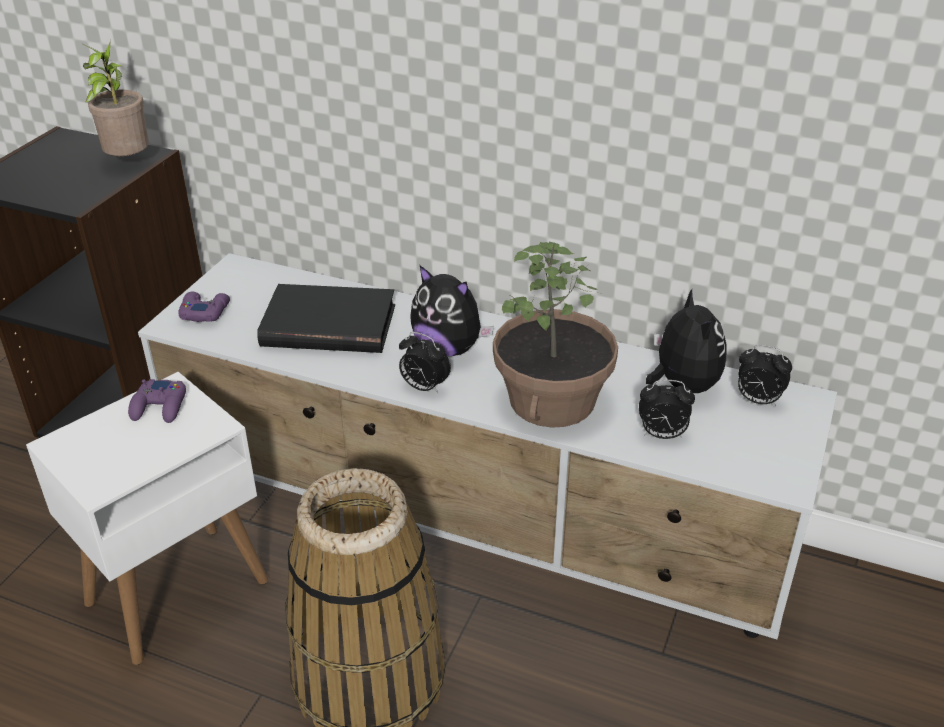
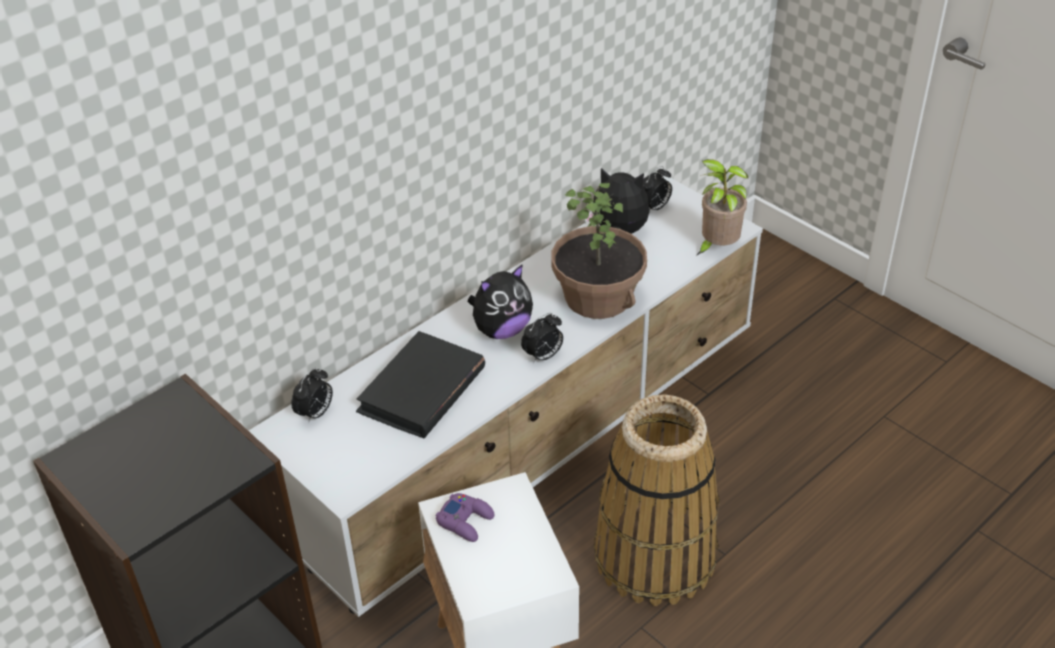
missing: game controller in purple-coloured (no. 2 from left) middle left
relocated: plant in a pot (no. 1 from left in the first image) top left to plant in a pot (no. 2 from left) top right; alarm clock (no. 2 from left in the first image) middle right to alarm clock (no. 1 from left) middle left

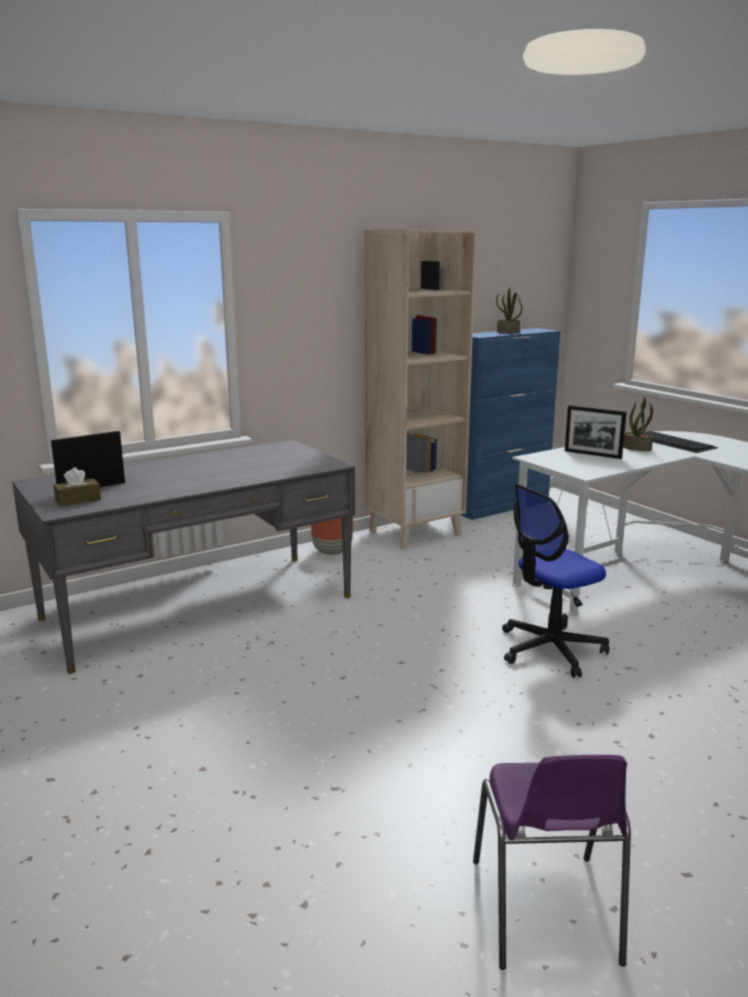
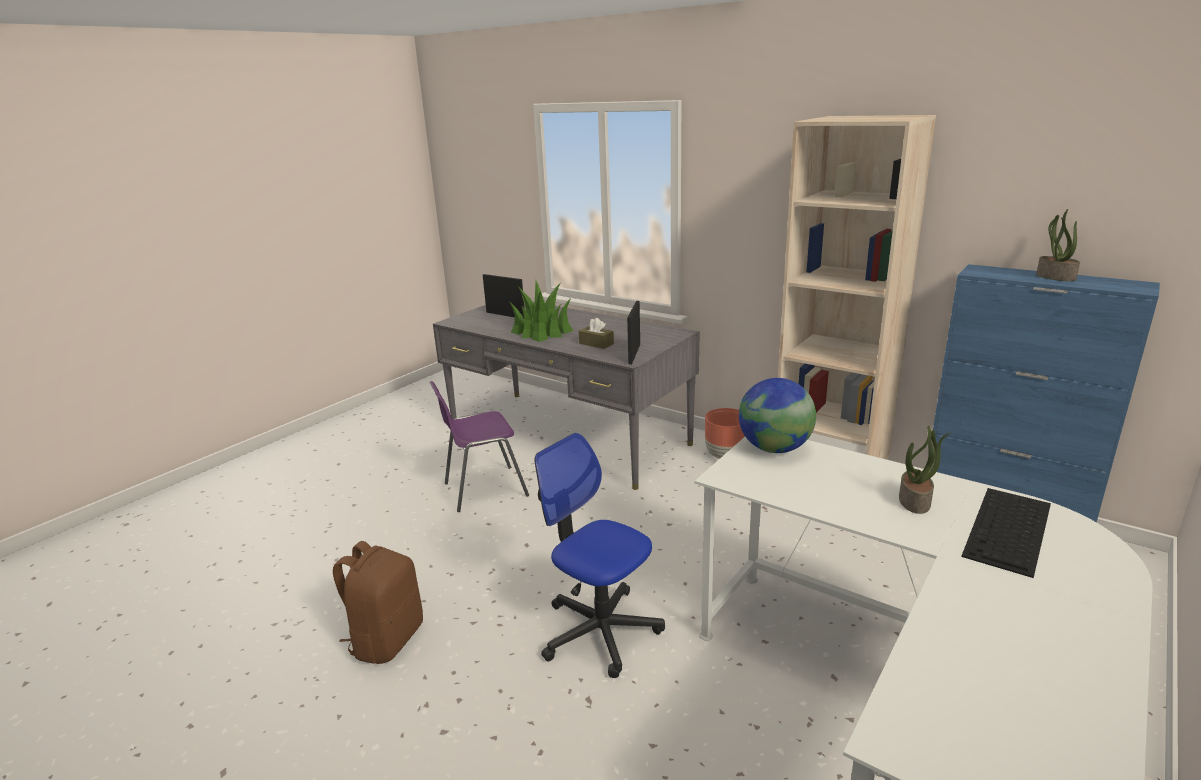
appeared: knapsack in brown bottom left; plant in a pot (no. 1 from left) centre; globe centre
relocated: tissue box in brown middle left to centre; chair in purple-coloured bottom right to centre; picture frame (no. 2 from left) middle right to centre

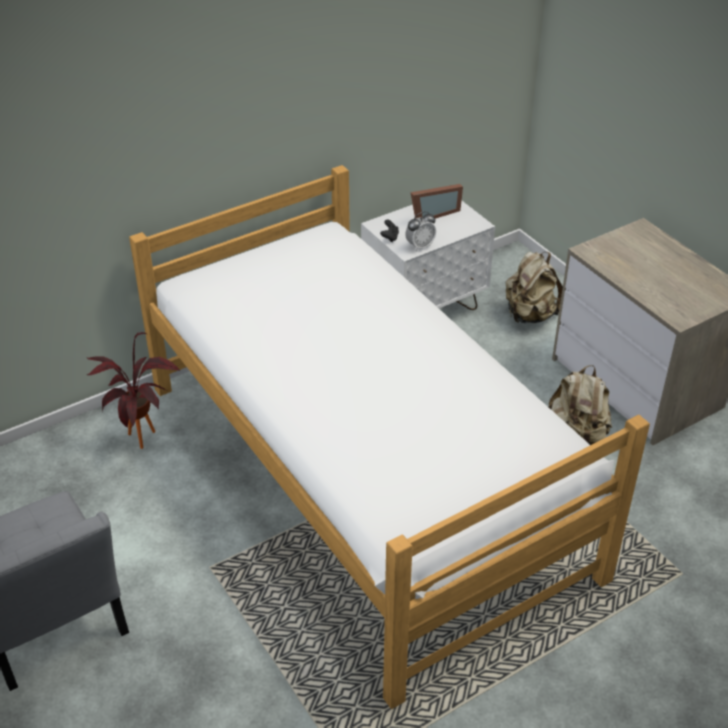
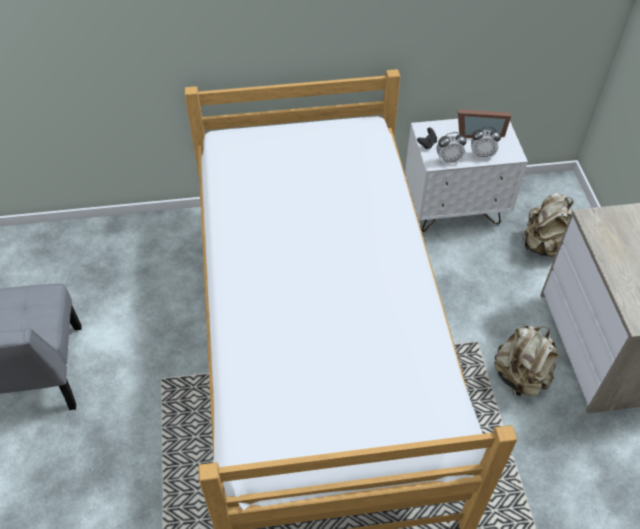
missing: plant in a pot middle left
appeared: alarm clock (no. 2 from left) top right

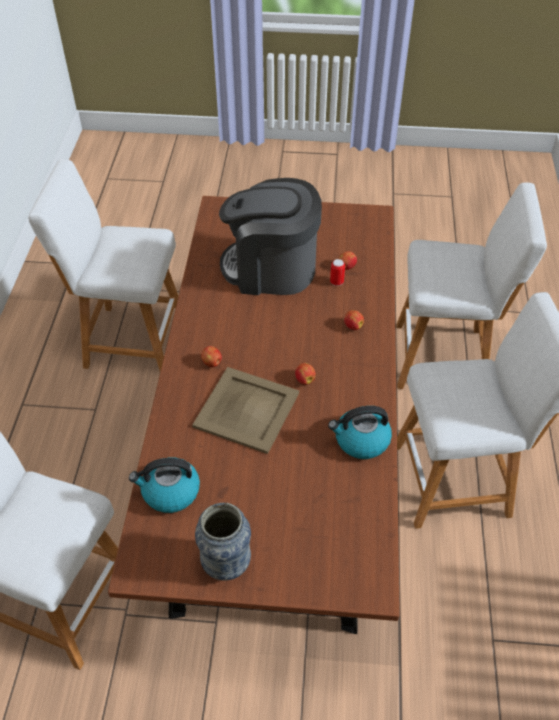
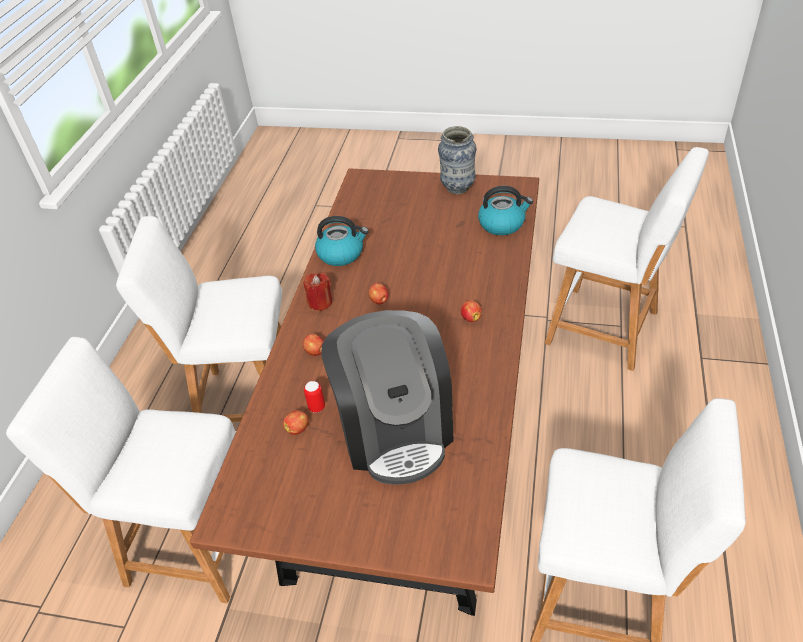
missing: tray in sand-coloured centre
appeared: candle in reddish centre
spun: coffee machine top centre = centre 60 degrees clockwise

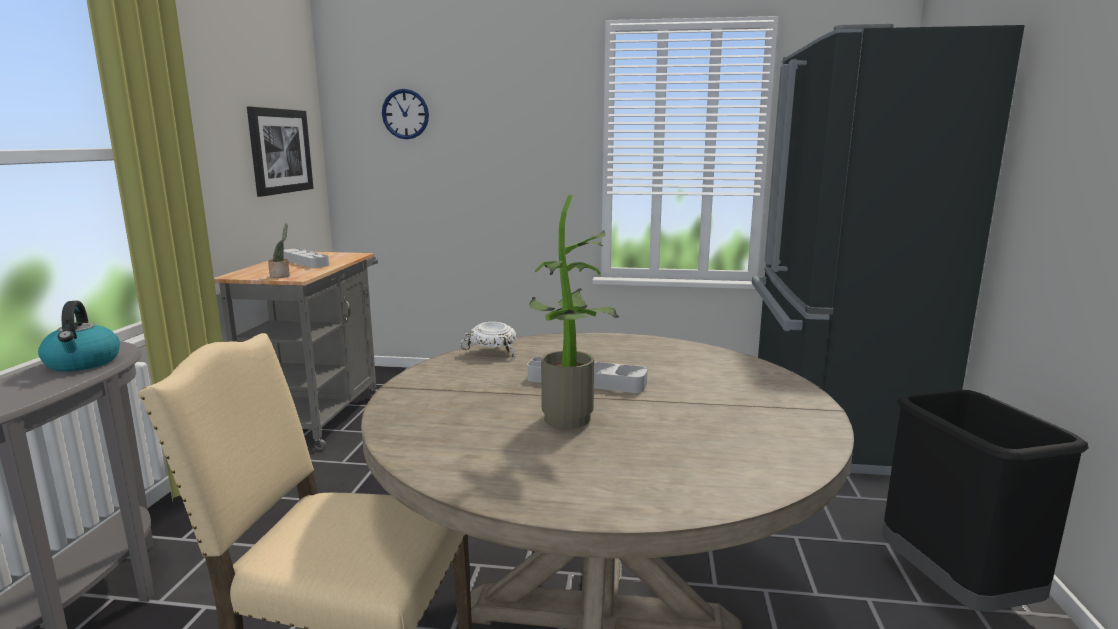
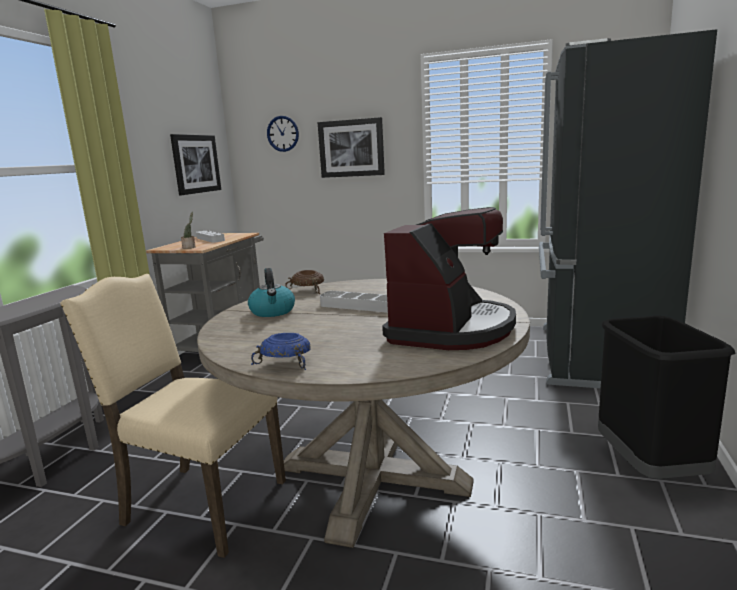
missing: plant in a pot (no. 2 from left) centre
appeared: serving bowl in bluish centre; wall picture (no. 2 from left) top centre; coffee machine centre
relocated: kettle middle left to centre
colour: serving bowl in white centre to serving bowl in brown centre

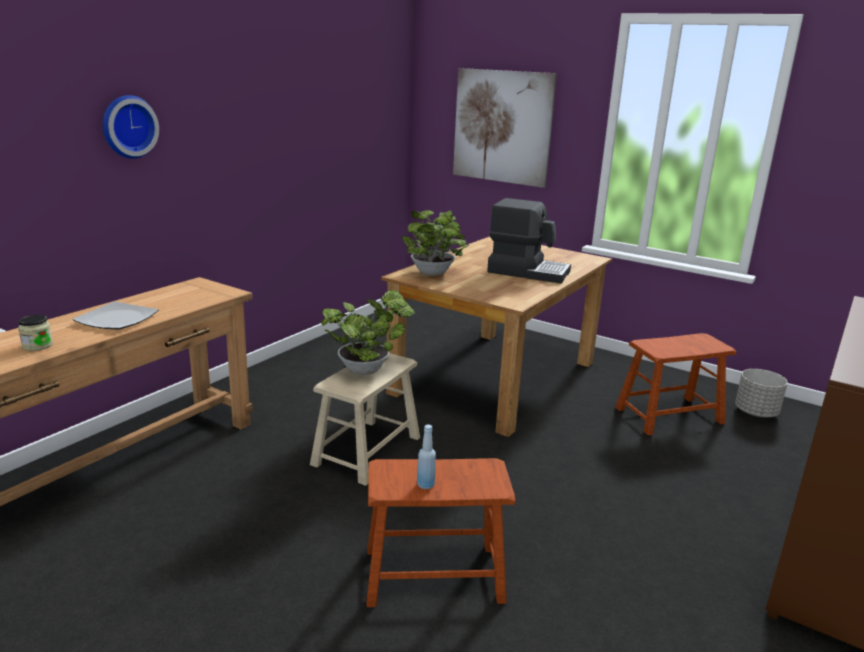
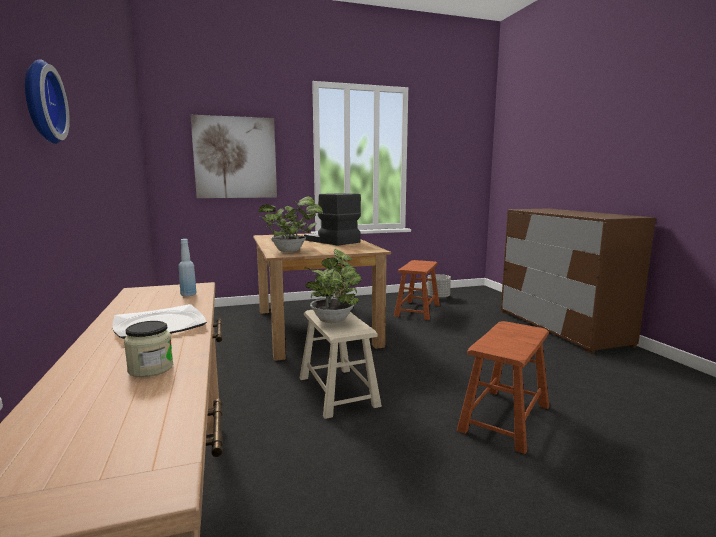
relocated: bottle in bluish bottom centre to middle left
spun: coffee machine centre = centre 105 degrees counterclockwise

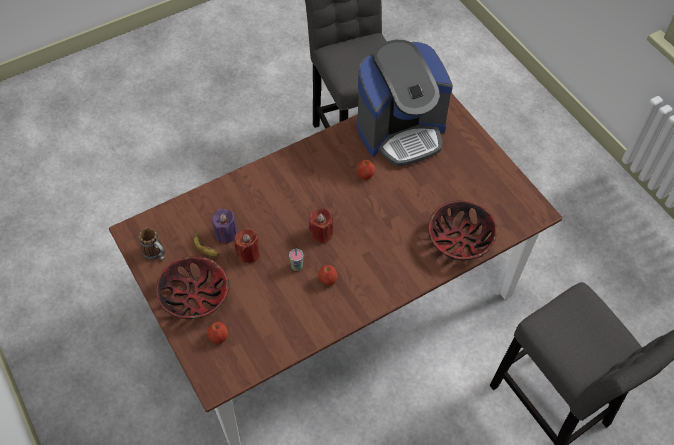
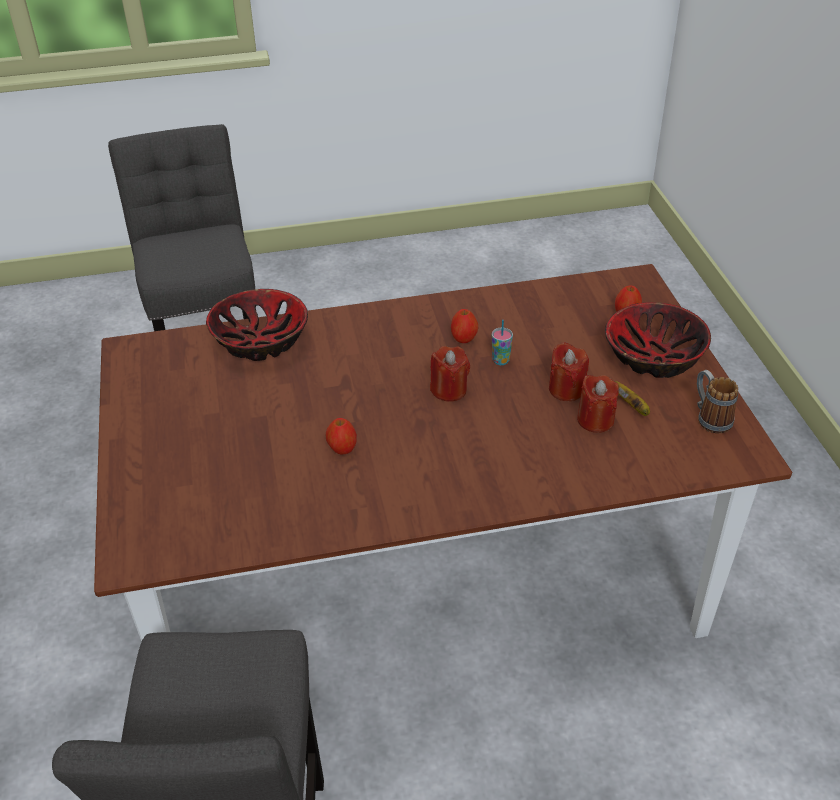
missing: coffee machine top centre
colour: candle in purple-coloured centre to candle in reddish (no. 3 from left) middle right

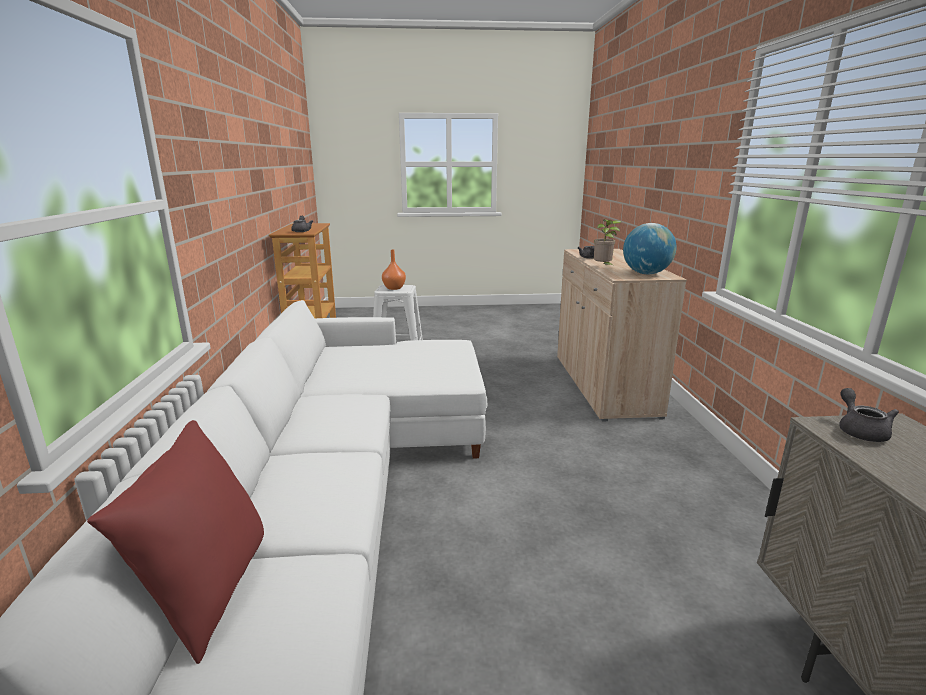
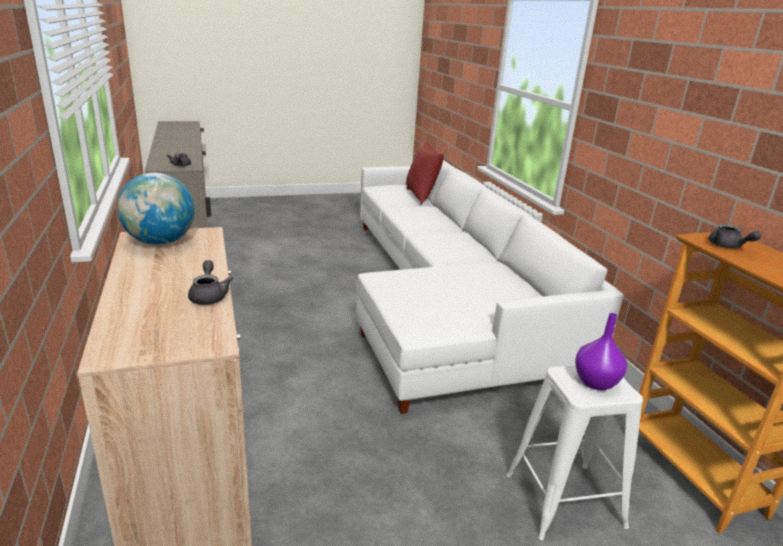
missing: plant in a pot centre
colour: vase in orange-coloured centre to vase in purple-coloured middle right

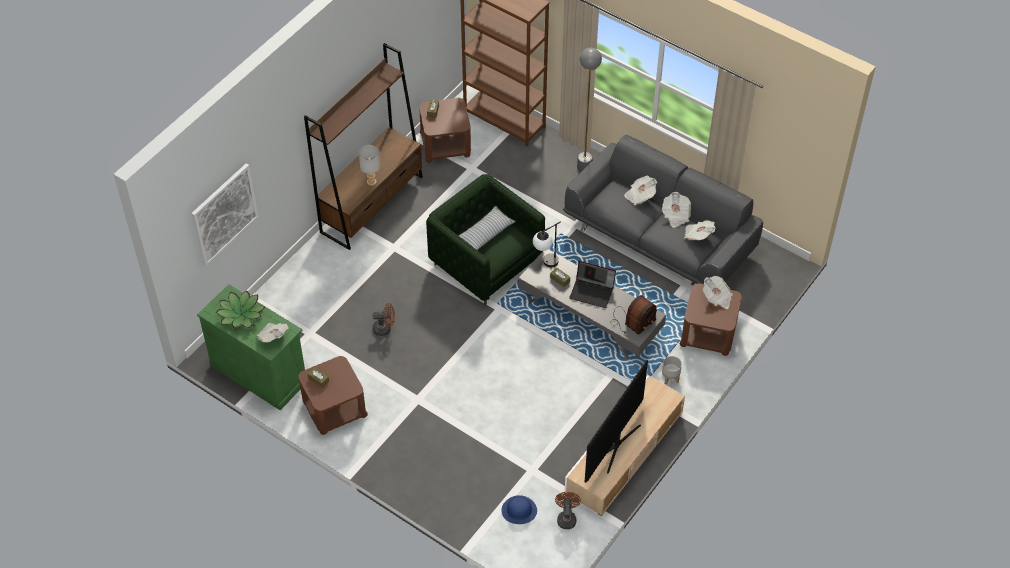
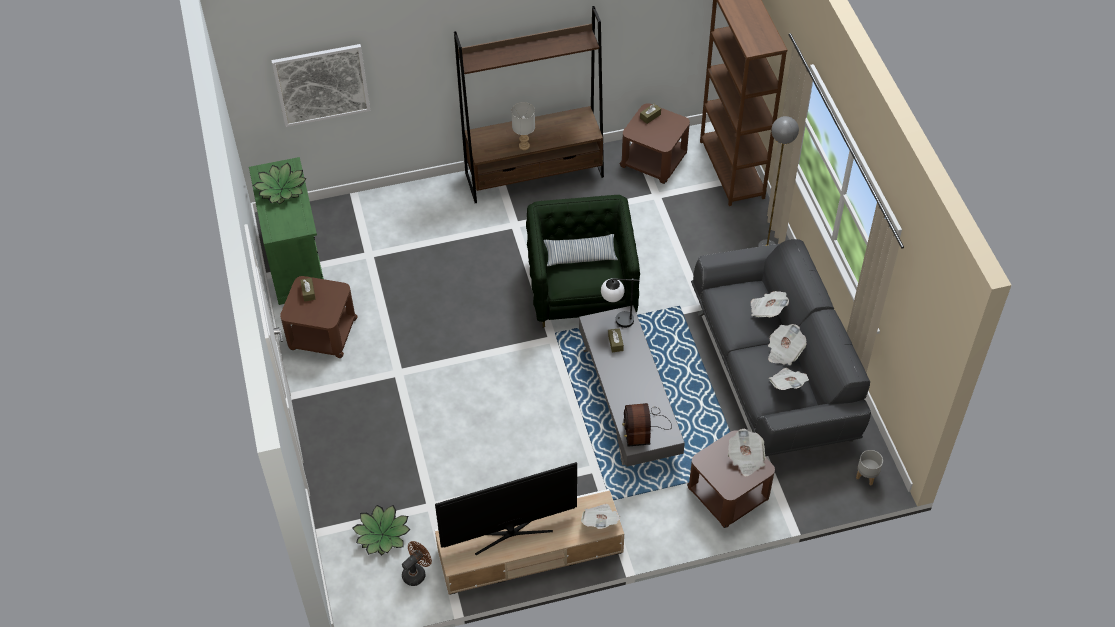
missing: fan in brown (no. 1 from left) centre; portable computer centre
relocated: printed paper (no. 1 from left) middle left to bottom centre; planter in gray centre to bottom right
exchanged: hat in bluish bottom centre to plant in a pot (no. 2 from left) bottom centre
spun: radio set centre = bottom centre 90 degrees clockwise

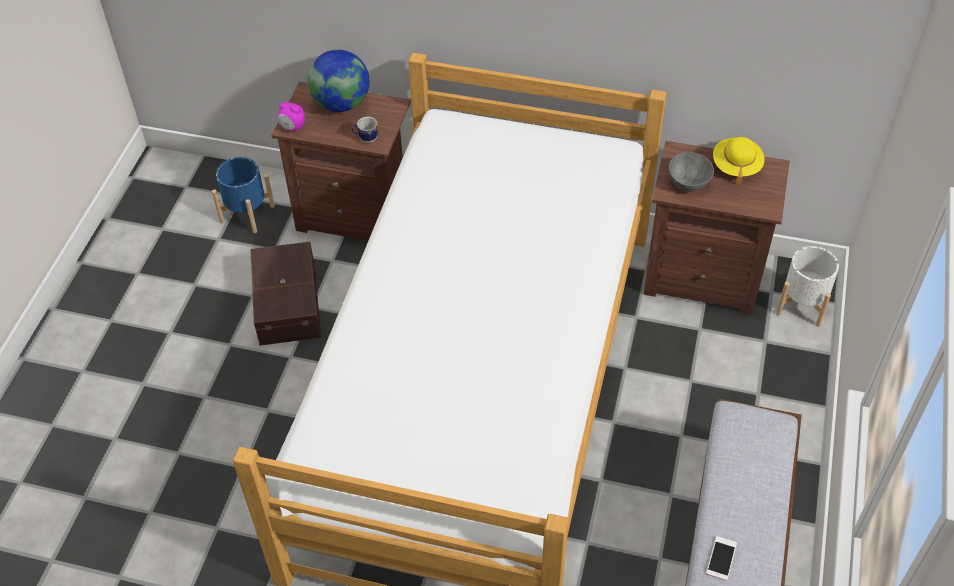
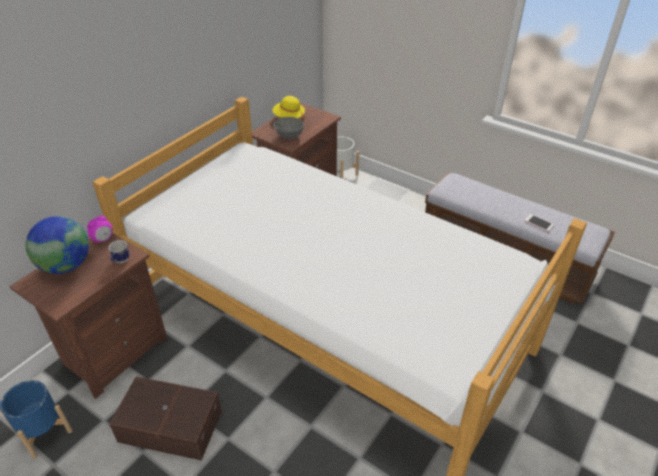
relocated: alarm clock top left to middle left

